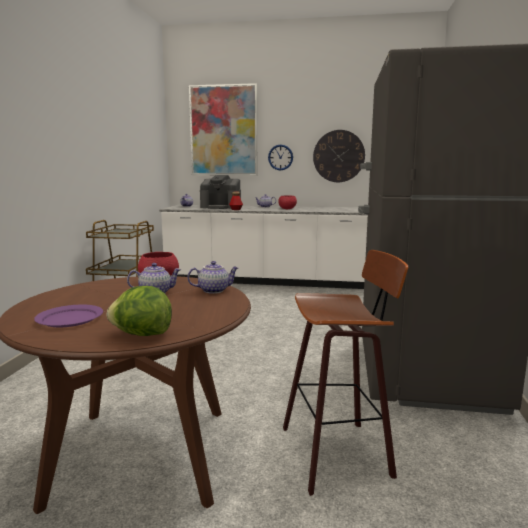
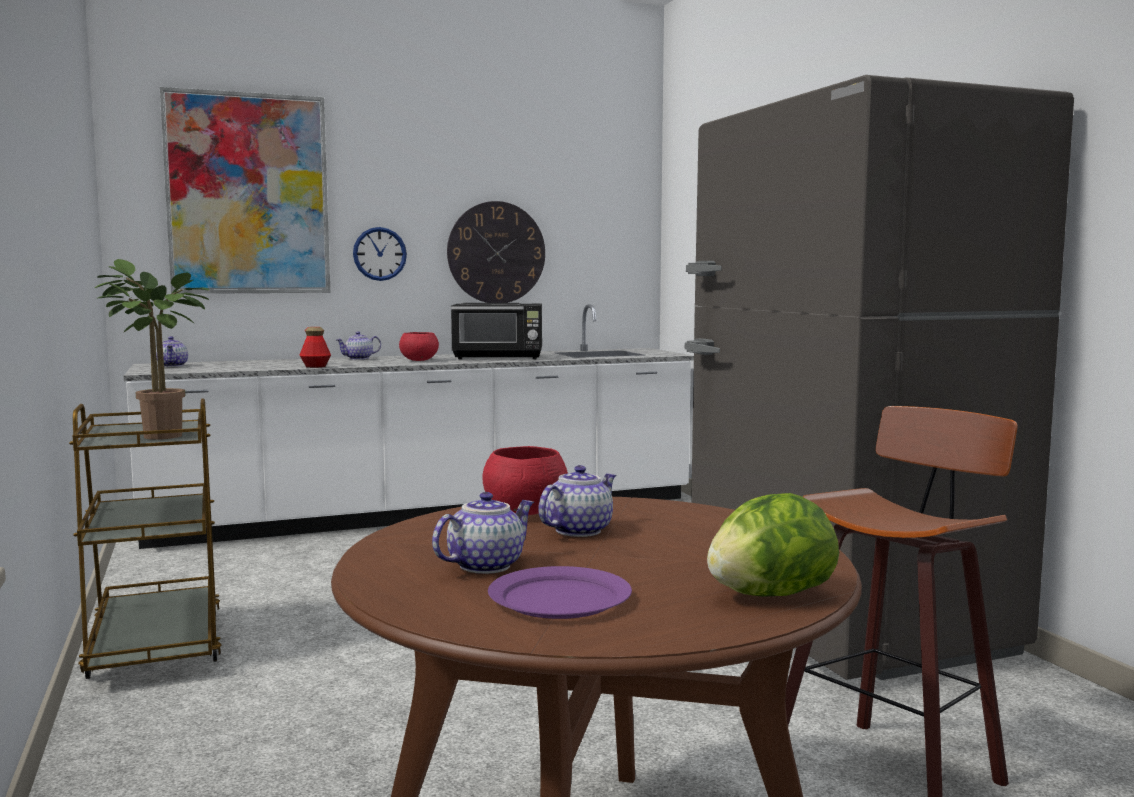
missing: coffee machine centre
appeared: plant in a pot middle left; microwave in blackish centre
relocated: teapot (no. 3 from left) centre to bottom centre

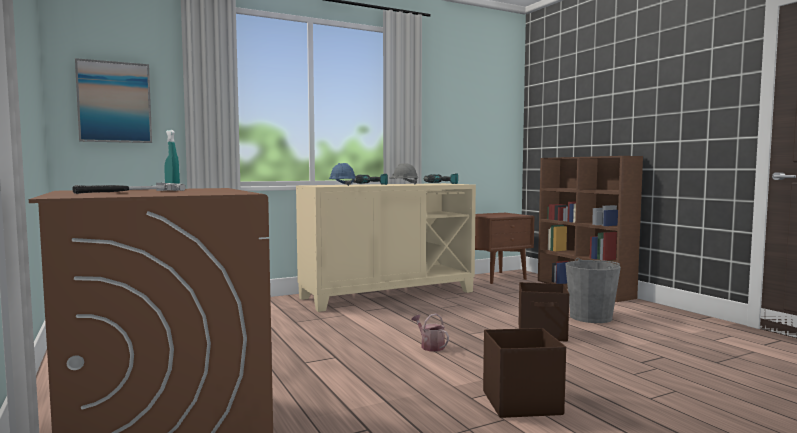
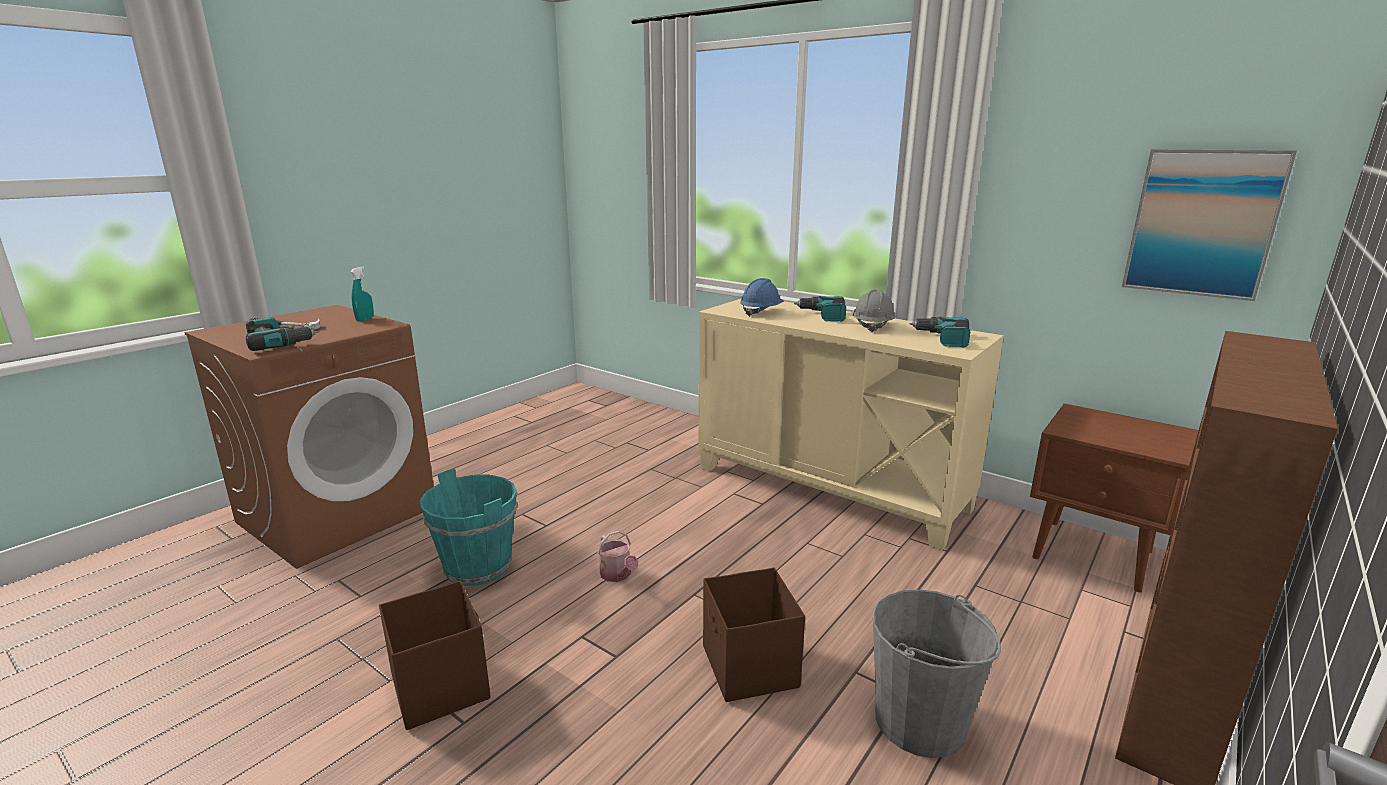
appeared: drill (no. 1 from left) middle left; bucket in blue-green bottom centre
relocated: wall picture top left to top right
spun: sprinkling can bottom centre = bottom centre 120 degrees clockwise

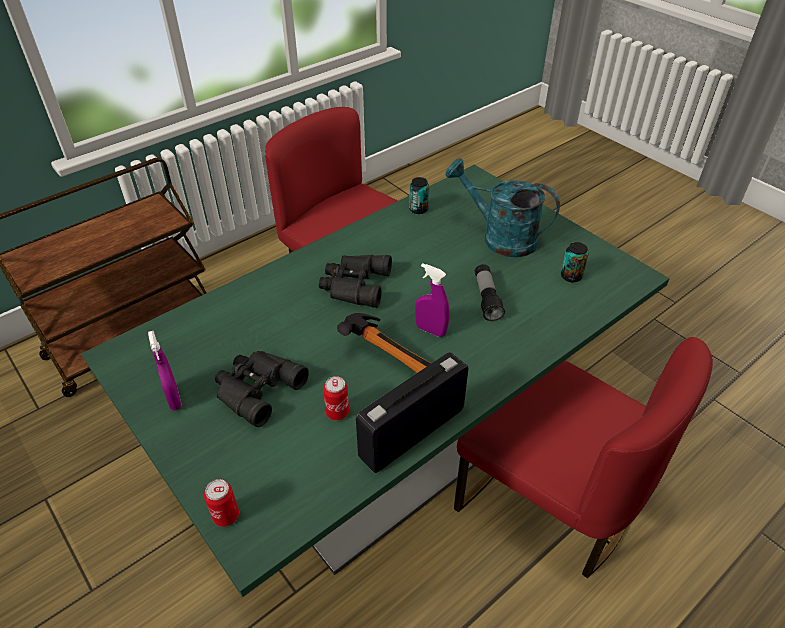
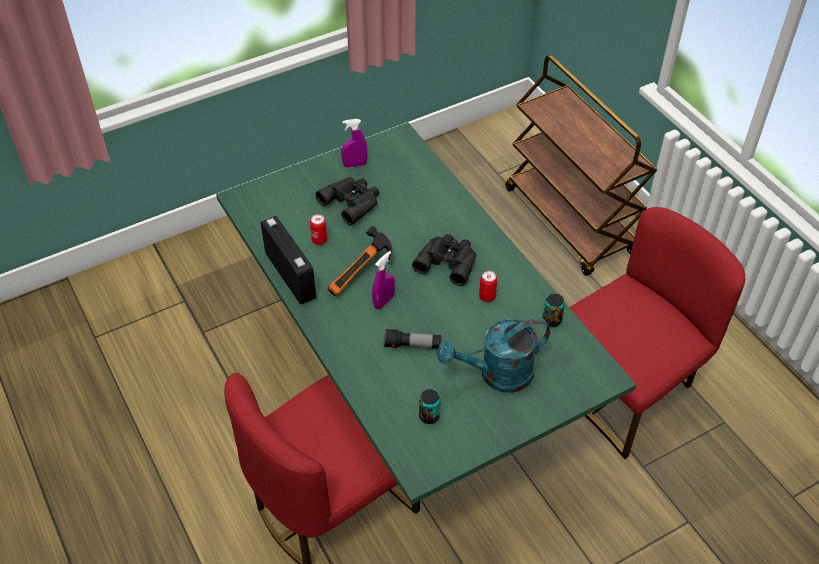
relocated: can (no. 1 from left in the first image) bottom left to can (no. 3 from left) centre
spun: sprinkling can in blue-green top centre = centre 150 degrees counterclockwise

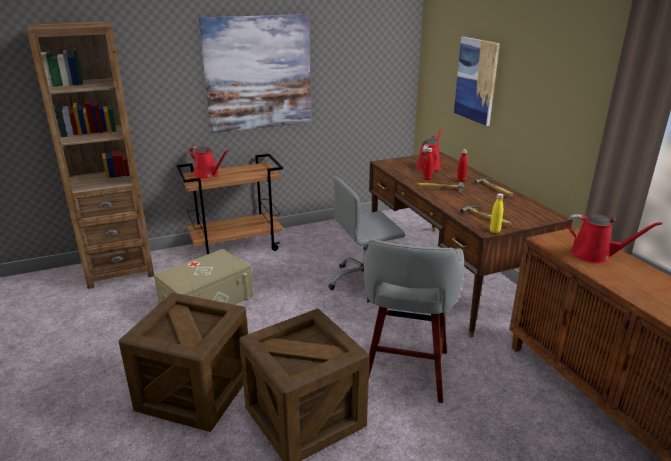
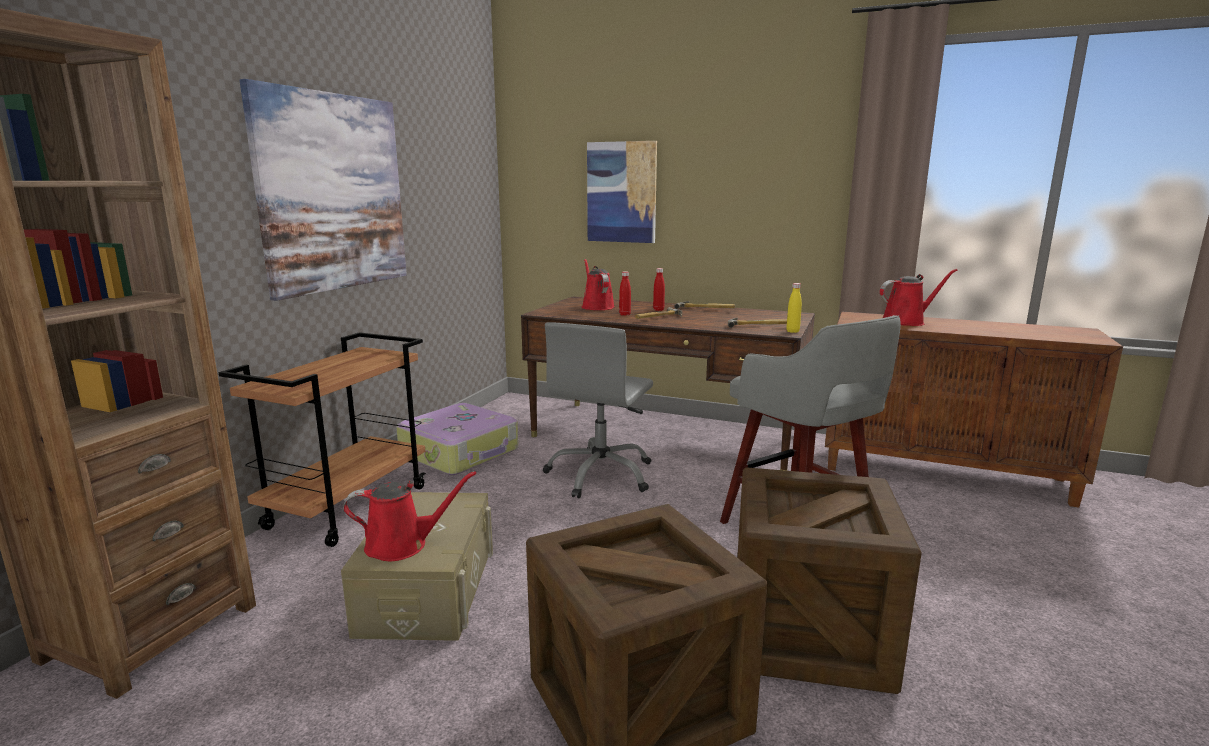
appeared: travel case centre
relocated: sprinkling can in reddish (no. 1 from left) middle left to bottom centre

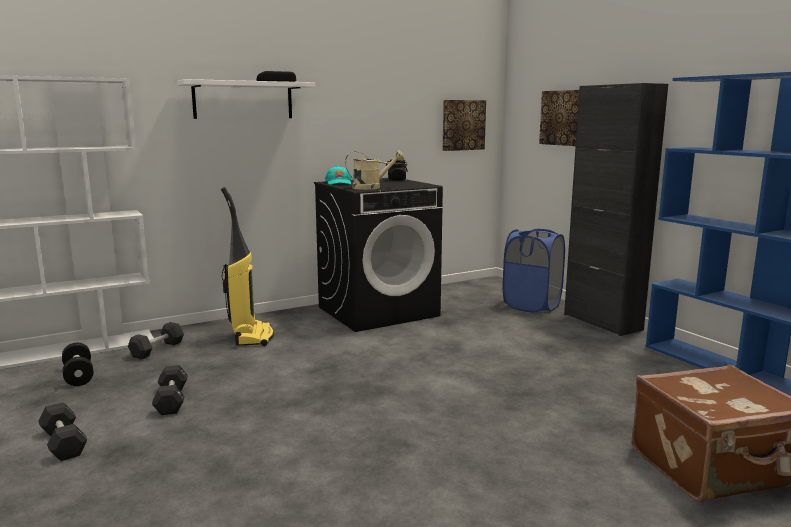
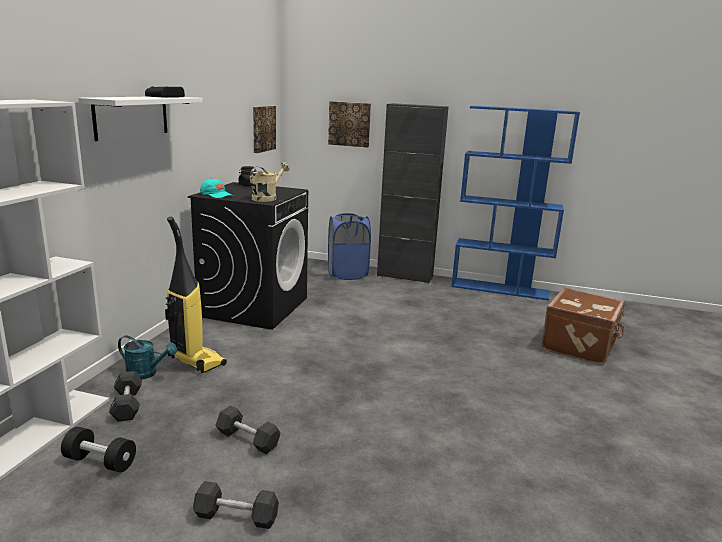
appeared: sprinkling can in blue-green middle left

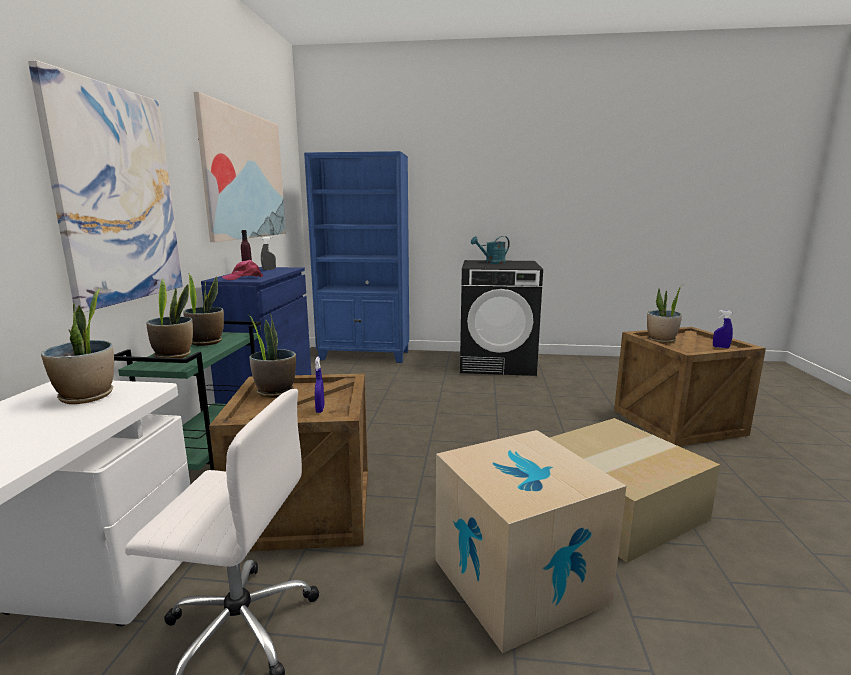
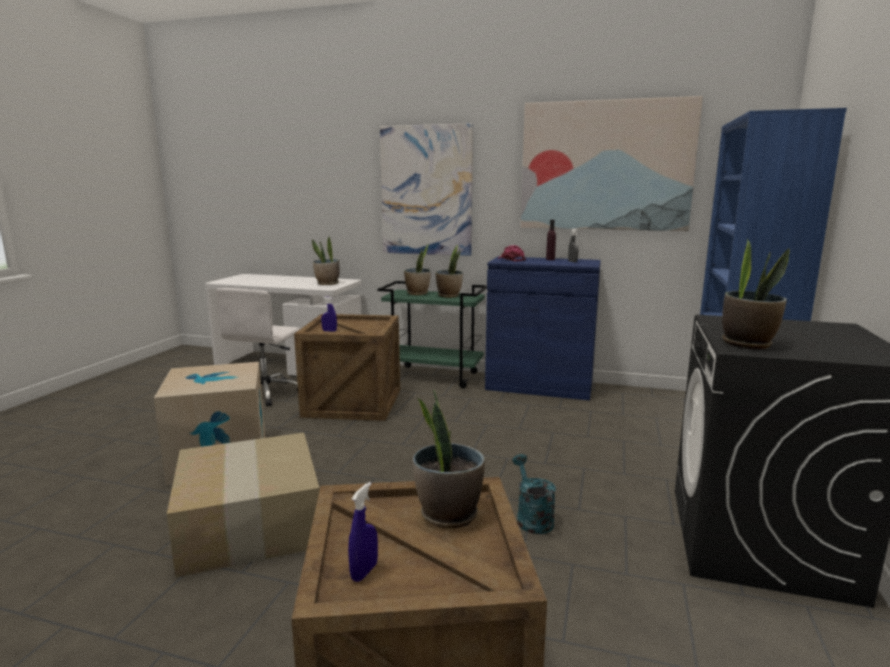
relocated: plant in a pot (no. 4 from left in the first image) middle left to plant in a pot (no. 5 from left) middle right; sprinkling can in blue-green centre to bottom centre

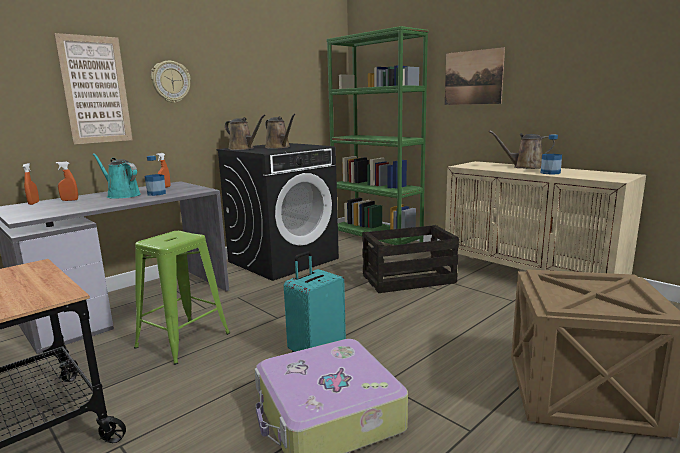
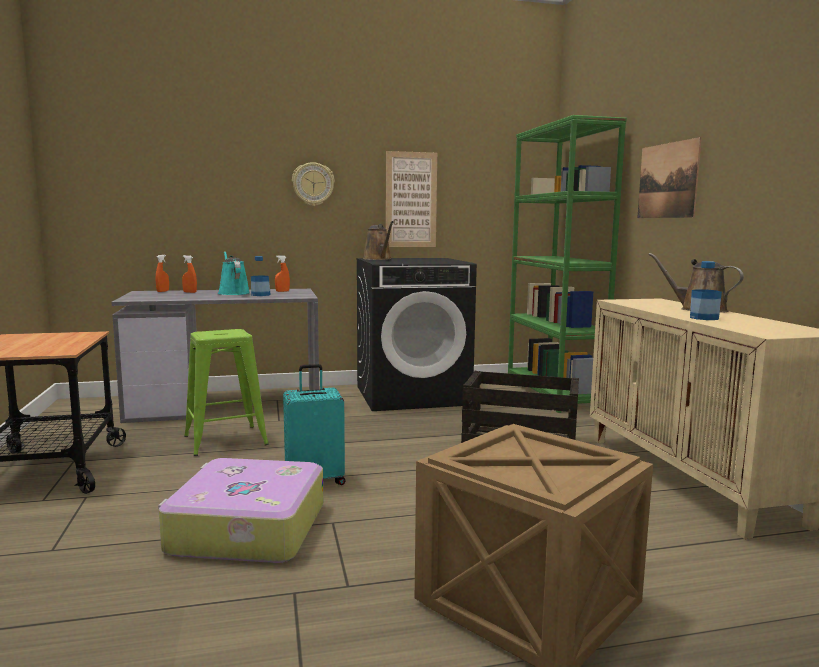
missing: sprinkling can in brown (no. 2 from left) top centre
relocated: wall picture (no. 1 from left) top left to top centre

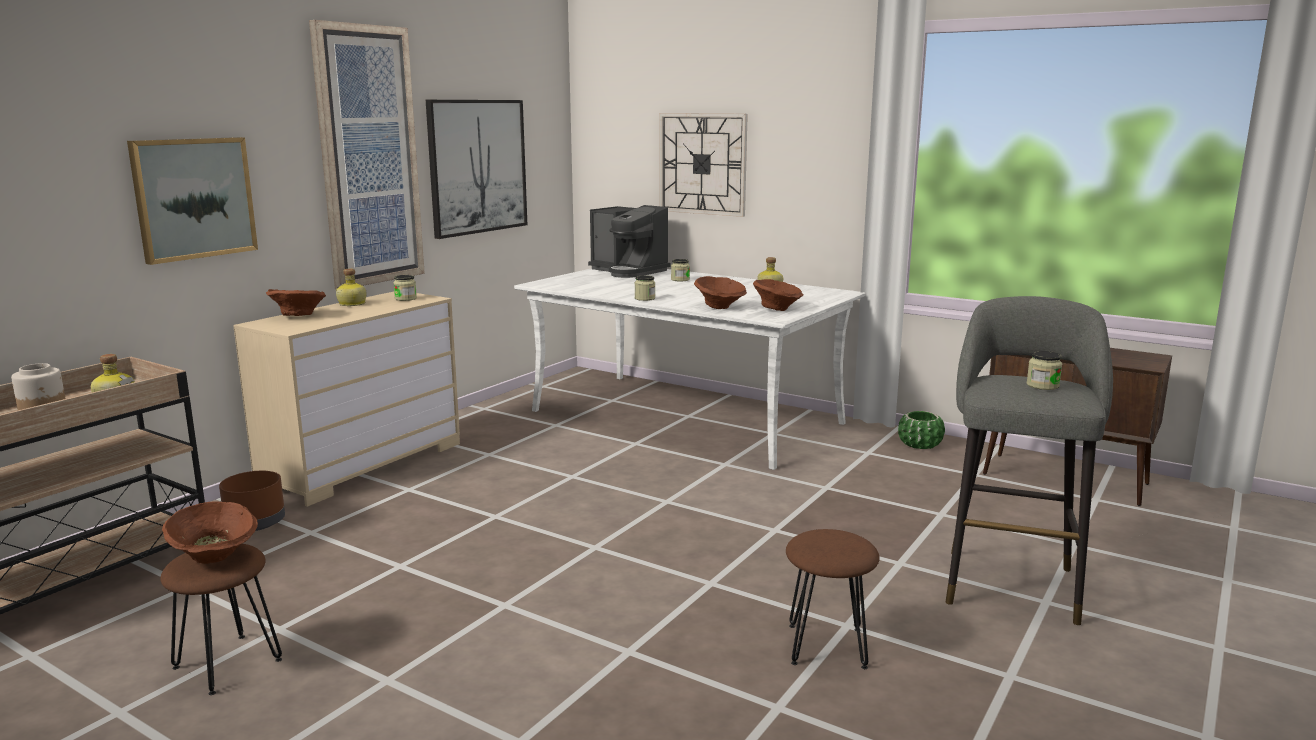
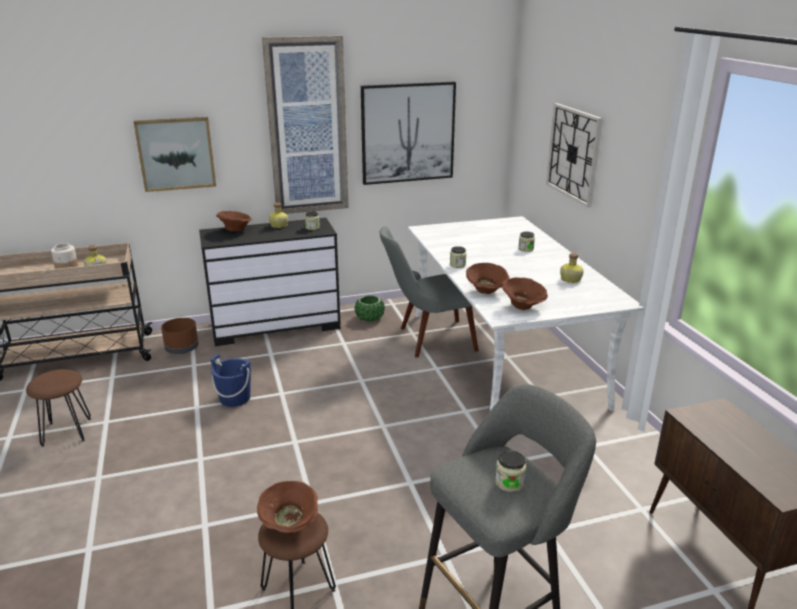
missing: coffee machine top centre
appeared: bucket in bluish middle left; chair in gray centre
relocated: serving bowl in brown (no. 1 from left in the first image) bottom left to serving bowl in brown (no. 2 from left) bottom centre; planter in greenish middle right to centre
colour: dresser in sand-coloured middle left to dresser in blackish centre

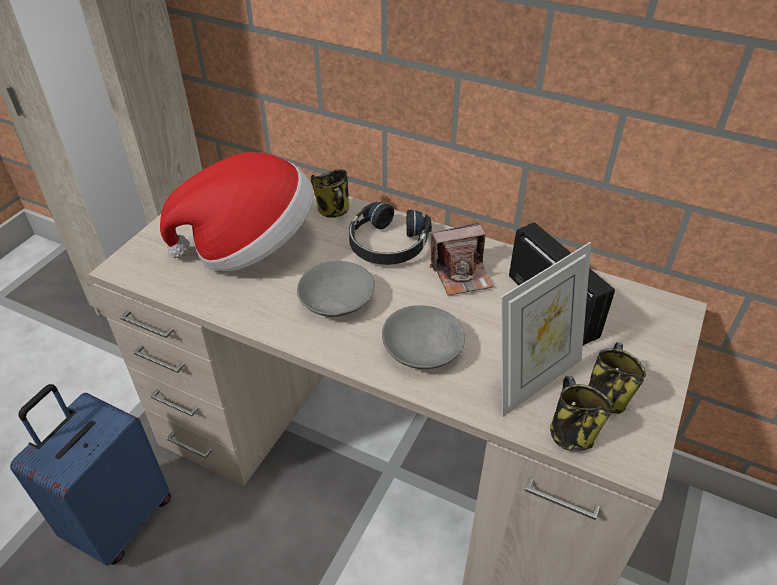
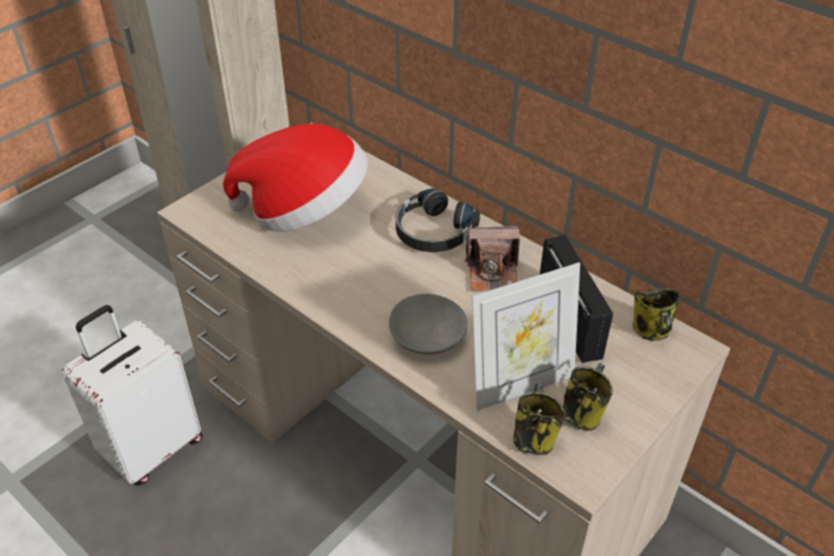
missing: serving bowl in gray (no. 1 from left) centre
relocated: coffee mug (no. 1 from left in the first image) top centre to coffee mug (no. 3 from left) middle right
colour: travel case in bluish bottom left to travel case in white bottom left

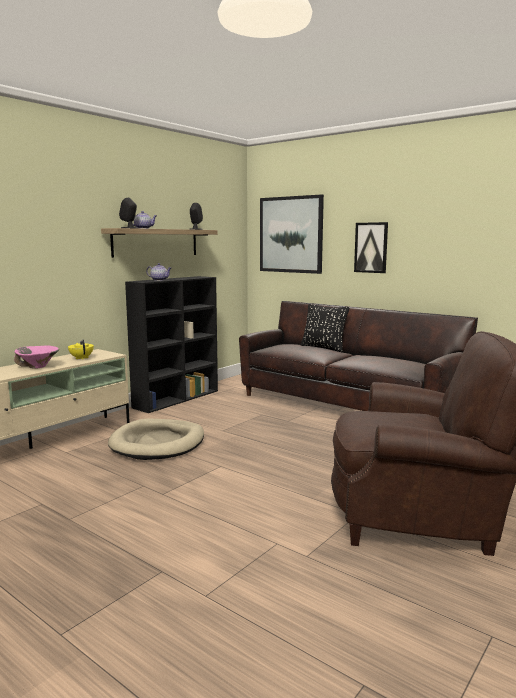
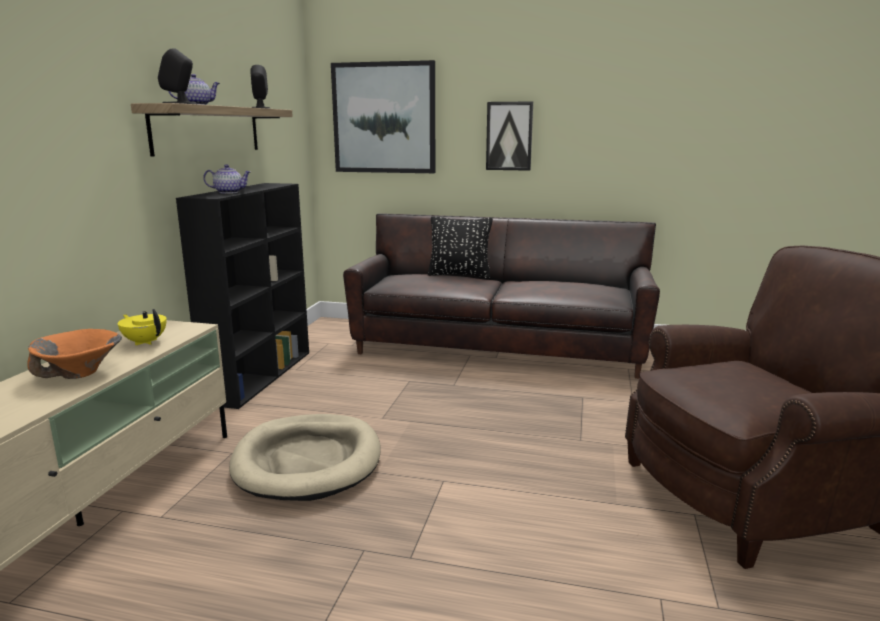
colour: serving bowl in pinkish middle left to serving bowl in orange-coloured middle left

